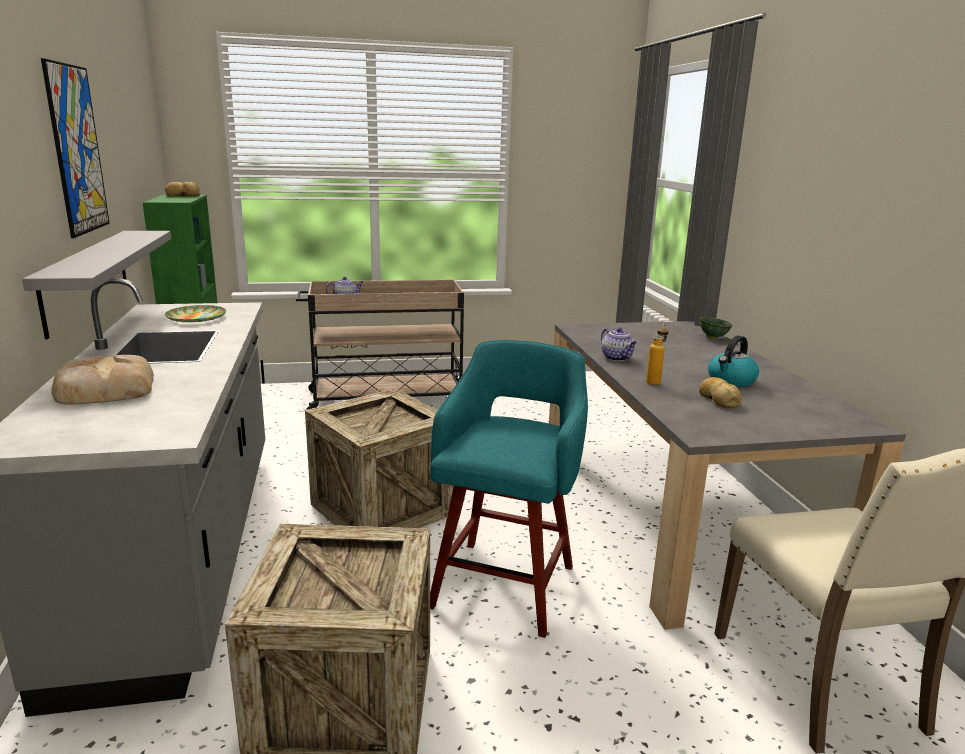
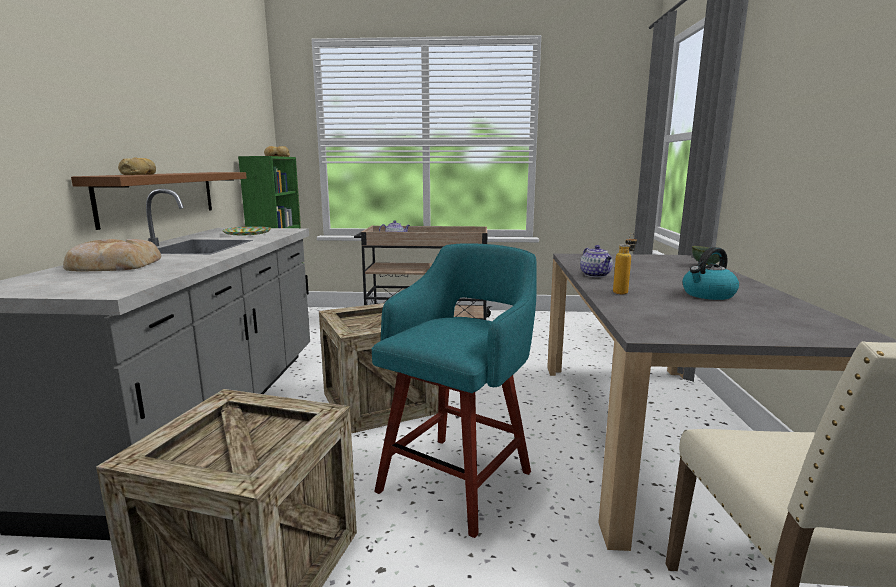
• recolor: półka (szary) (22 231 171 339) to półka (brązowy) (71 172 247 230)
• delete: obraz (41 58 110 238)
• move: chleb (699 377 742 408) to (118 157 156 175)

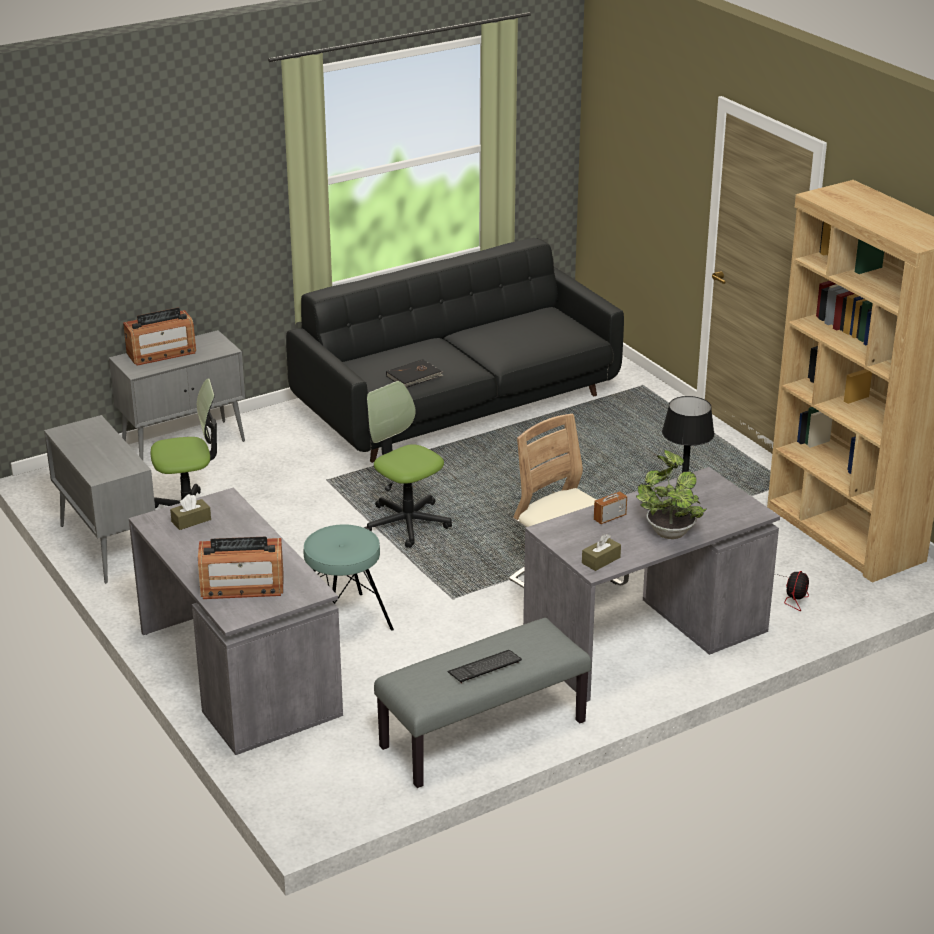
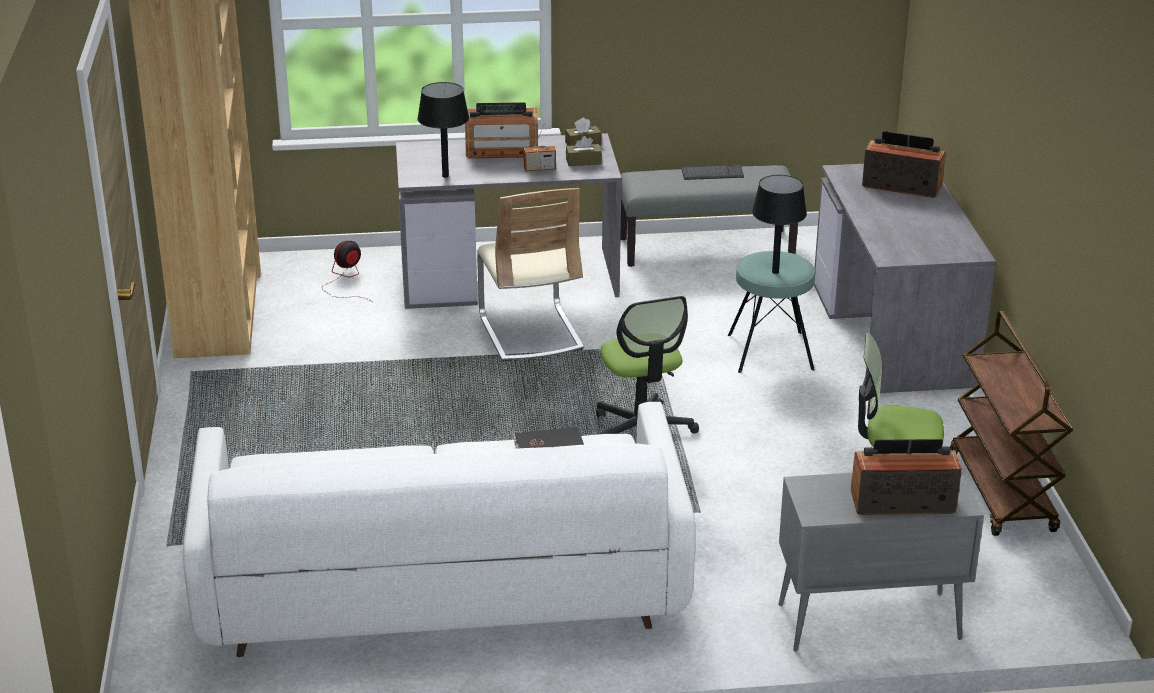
• replace: szafka (szary) (44 415 155 583) to wózek (brązowy) (950 311 1073 536)
• move: pudełko chusteczek (brązowy) (170 494 211 530) to (566 136 602 166)
• recolor: kanapa (czarny) (286 238 624 463) to kanapa (biały) (183 402 696 657)
• replace: roślina doniczkowa (636 450 707 539) to radio (465 102 538 158)
• insert: lampa stołowa (czarny) (752 175 807 274)

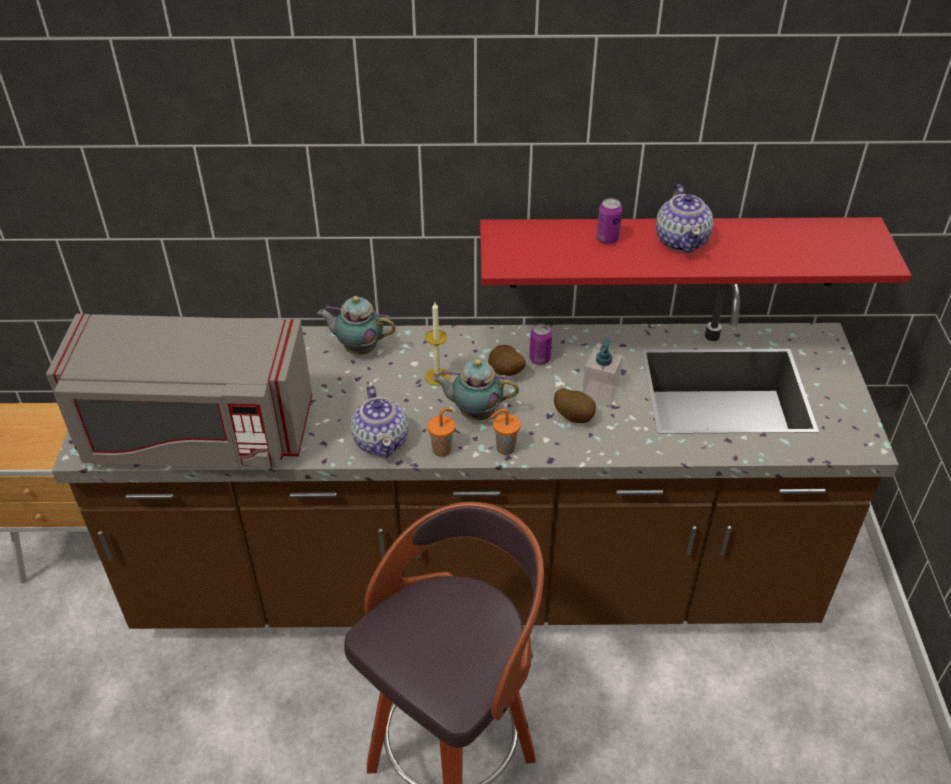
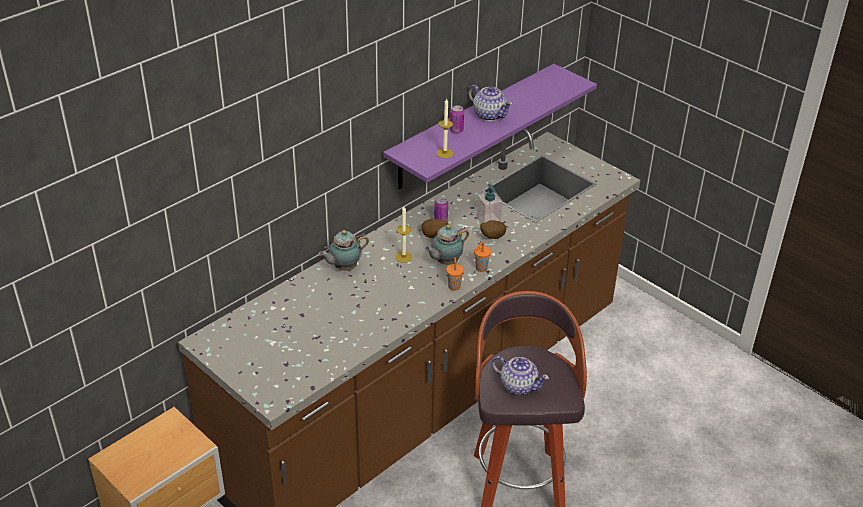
• delete: mikrofalówka (szary) (46 314 312 469)
• move: imbryk (351 385 408 458) to (492 356 549 395)
• recolor: półka (czerwony) (480 217 912 288) to półka (fioletowy) (383 64 597 189)
• insert: świeca (436 98 453 158)

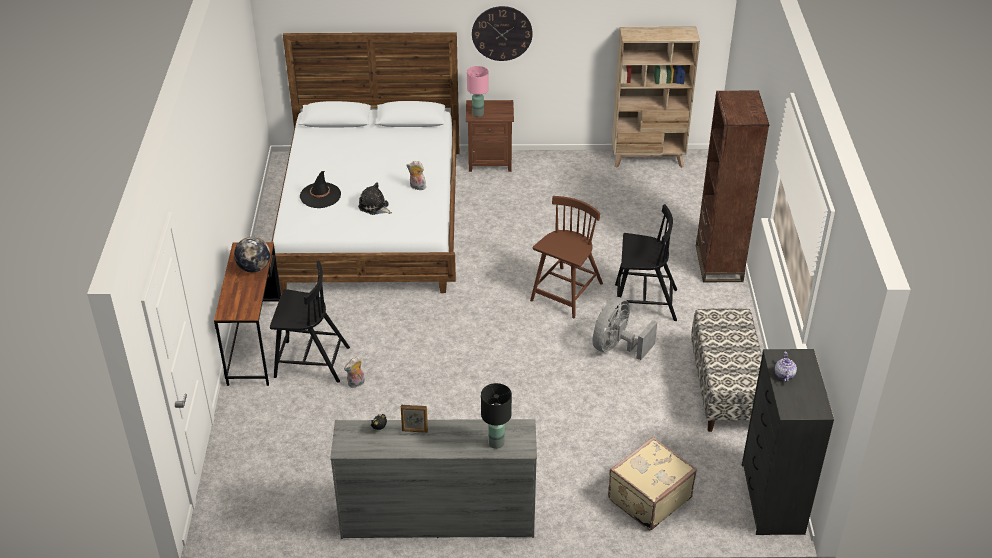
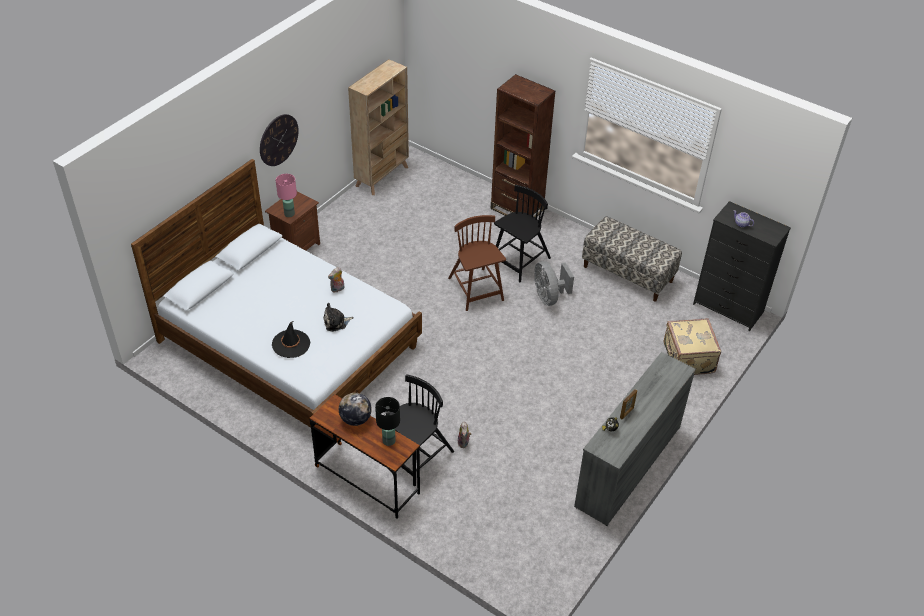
• move: lampa stołowa (czarny) (481 383 512 449) to (375 397 400 446)

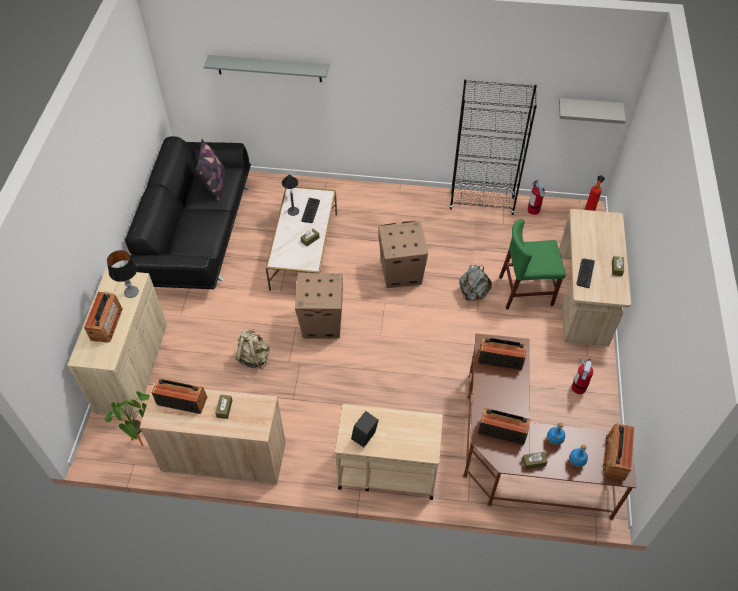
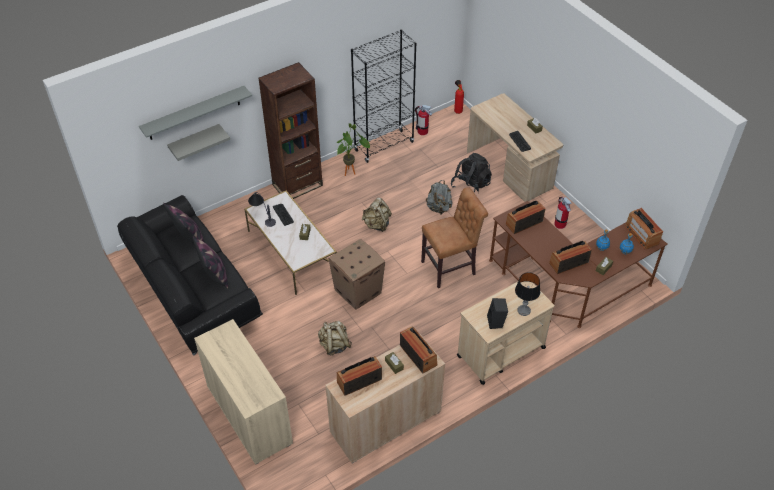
• move: radio (84 292 123 343) to (400 327 438 373)
• move: roślina doniczkowa (104 391 150 446) to (337 123 370 176)
• move: lampa stołowa (107 250 139 298) to (515 272 540 316)
• replace: karton (378 221 428 288) to plecak (beżowy) (362 198 392 232)
• replace: krzesło (zielony) (499 219 566 309) to plecak (czarny) (451 153 492 195)
• move: półka (szary) (559 98 625 124) to (167 124 230 161)
• insert: poduszka (193 236 228 289)
• insert: regał (brązowy) (258 62 323 199)
• insert: krzesło (brązowy) (421 187 488 288)

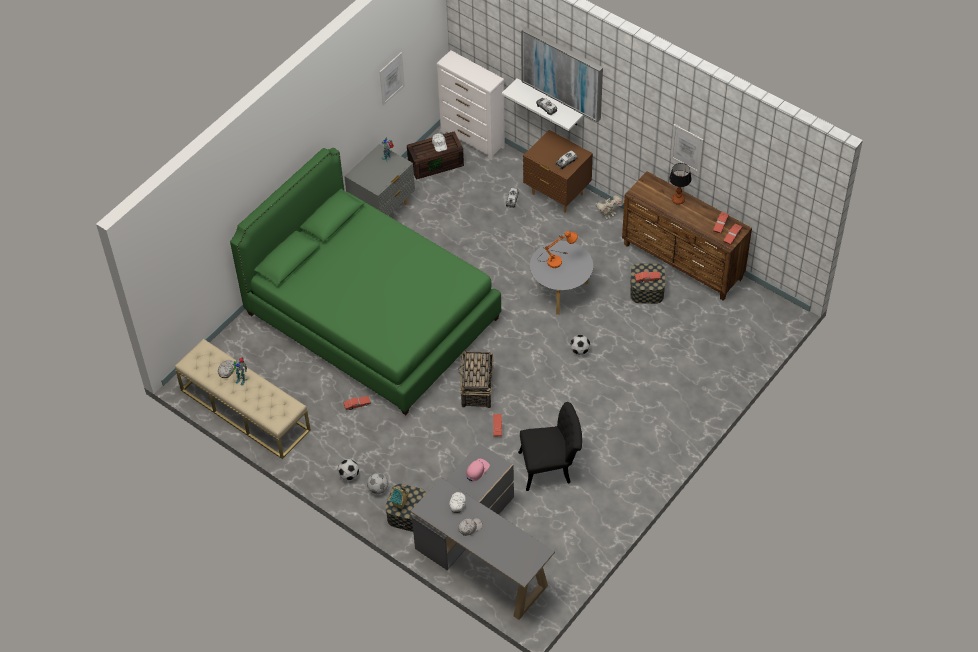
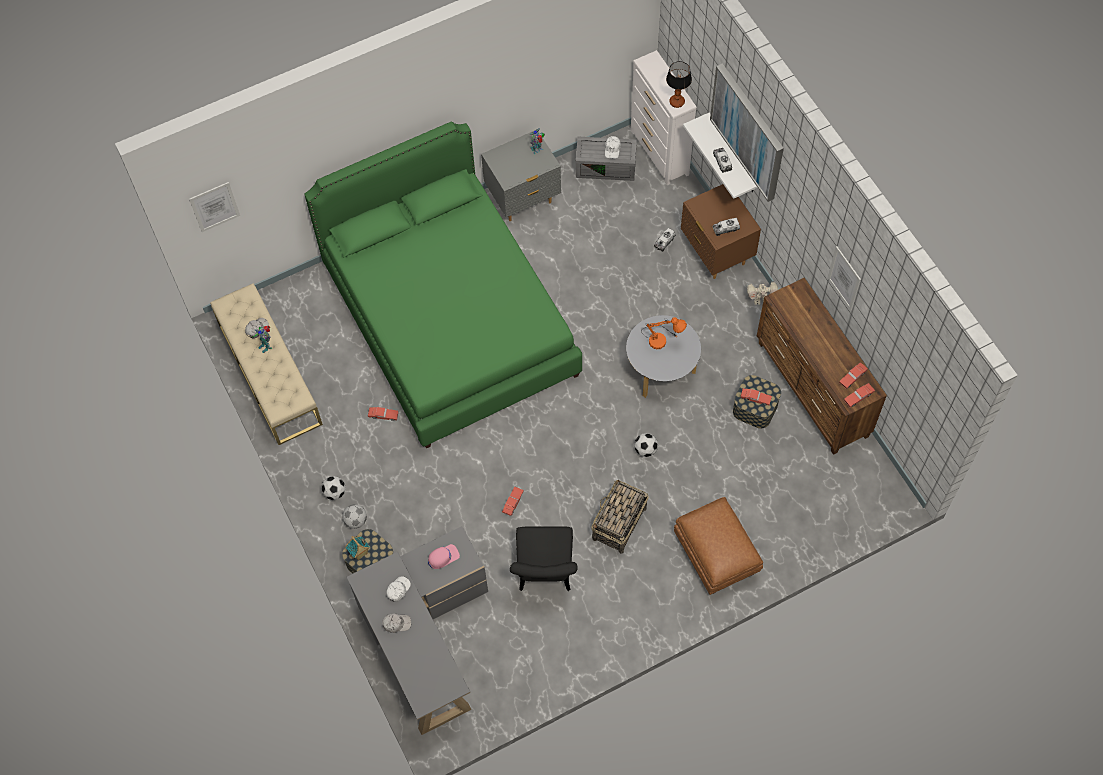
• move: obraz (380 52 405 106) to (189 182 240 232)
• recolor: pojemnik do przechowywania (brązowy) (407 131 464 180) to pojemnik do przechowywania (szary) (576 137 637 181)
• move: koszyk (458 350 494 408) to (591 480 649 554)
• rotate: krzesło (czarny) (518 402 582 491) = (510 526 578 591) 75 degrees clockwise
• move: lampa stołowa (669 163 691 205) to (666 61 692 108)
• insert: pufa (brązowy) (674 497 763 595)

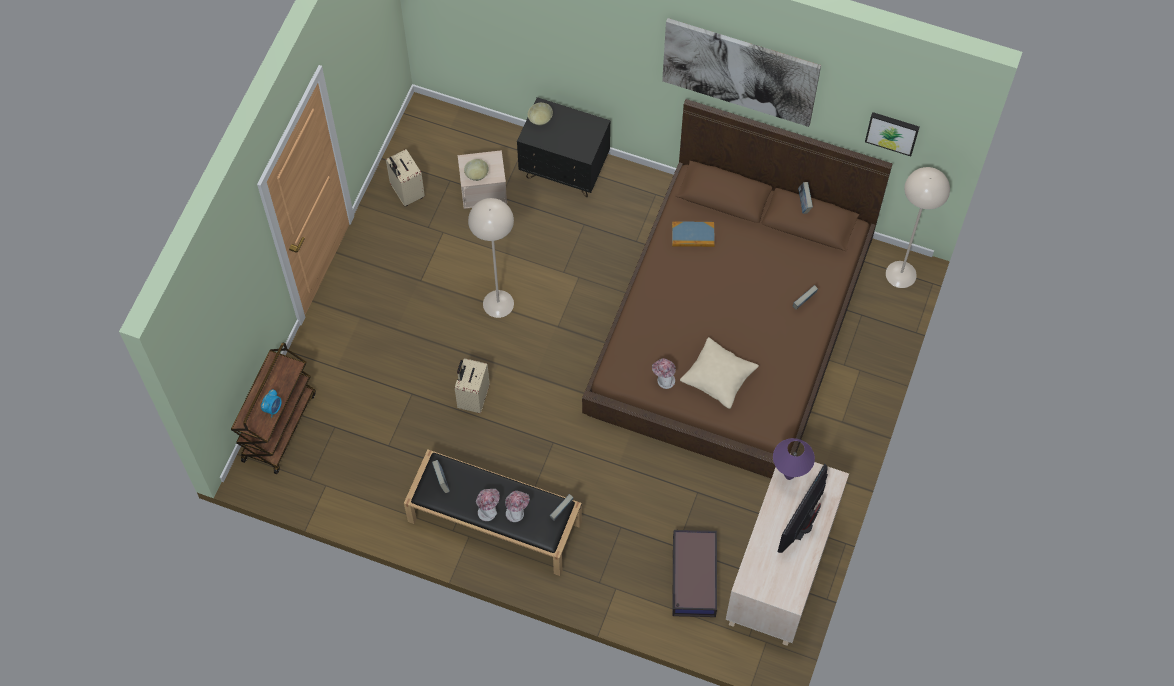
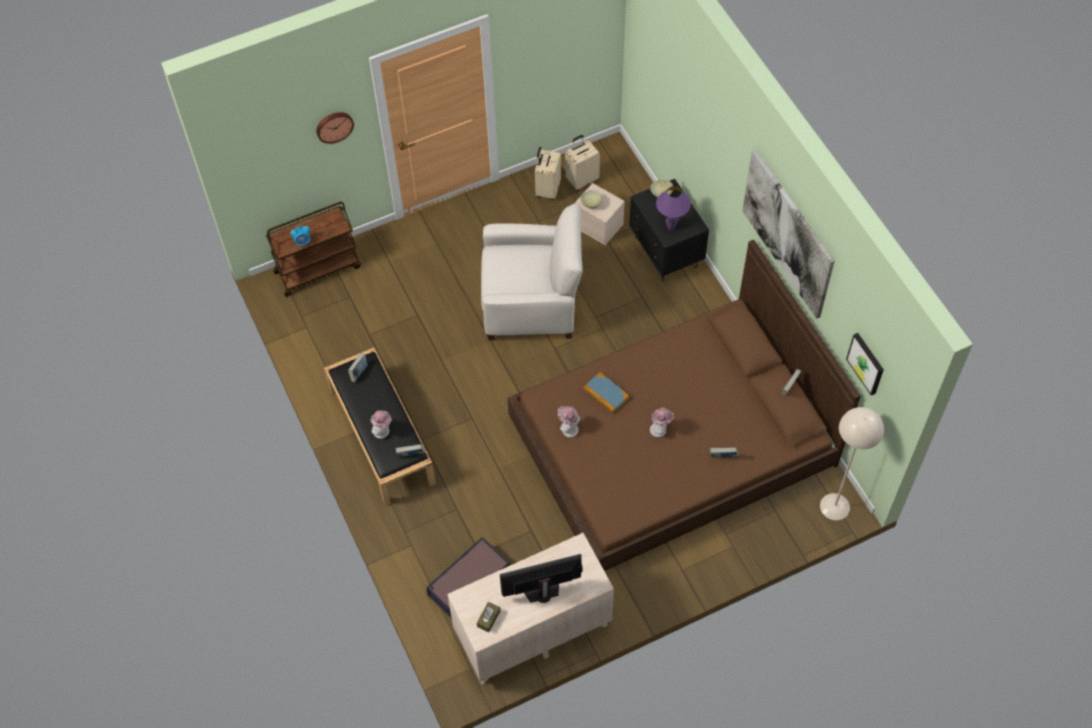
• move: walizka (beżowy) (455 358 490 413) to (565 135 600 191)
• replace: lampa stojąca (beżowy) (468 198 514 318) to fotel (biały) (481 204 583 340)
• move: kapelusz (476 489 500 521) to (650 408 674 437)
• move: książka (672 222 715 247) to (583 372 629 413)
• delete: poduszka (beżowy) (680 337 759 409)
• move: lampa stołowa (fioletowy) (773 438 815 480) to (656 186 691 230)
• insert: zegar ścienny (316 112 354 144)
• insert: pudełko chusteczek (brązowy) (477 602 500 632)

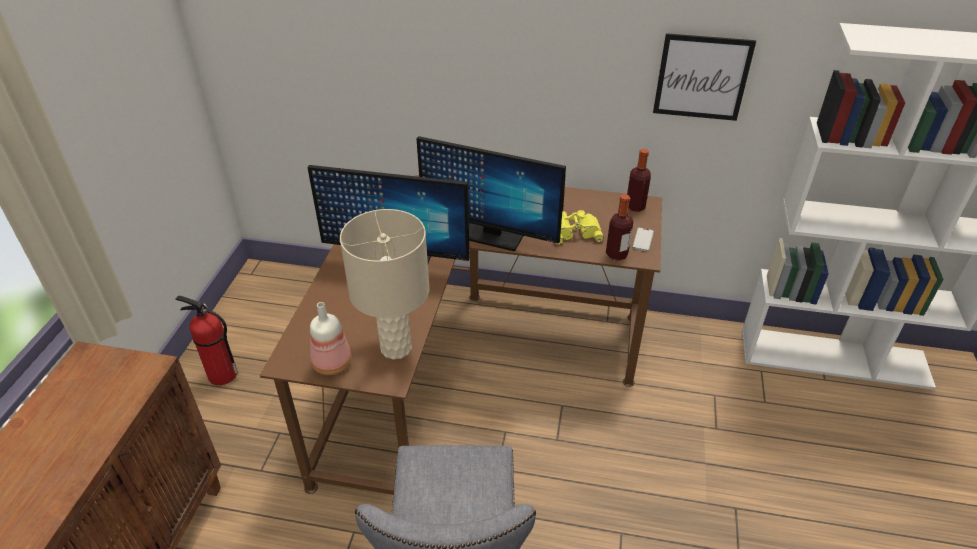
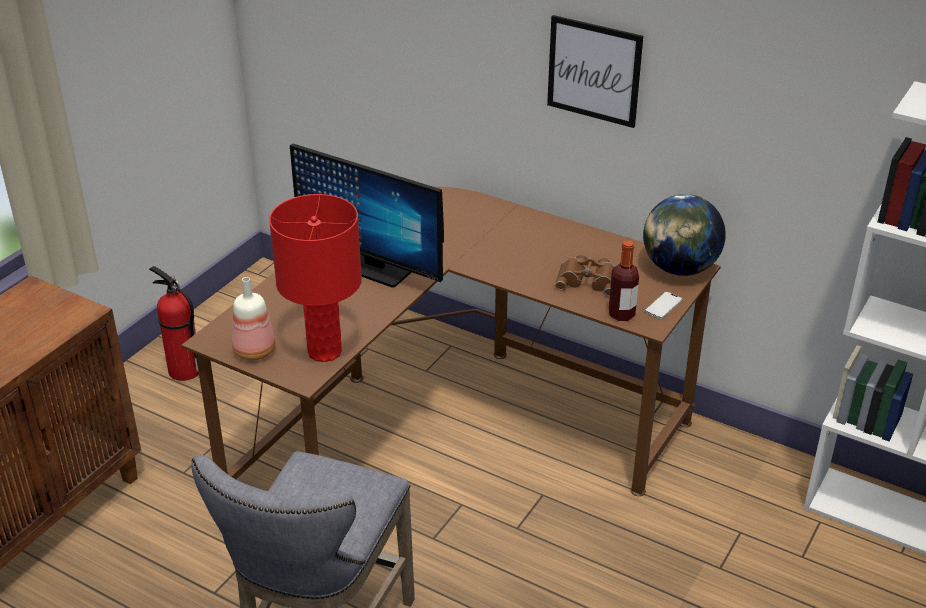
• recolor: lampa stołowa (beżowy) (340 209 430 360) to lampa stołowa (czerwony) (269 194 362 362)
• delete: monitor (416 136 566 251)
• recolor: lornetka (żółty) (555 210 604 245) to lornetka (brązowy) (555 255 615 297)
• replace: butelka (627 149 651 212) to globus (643 194 726 276)
• move: obraz (653 33 756 121) to (547 15 643 128)

